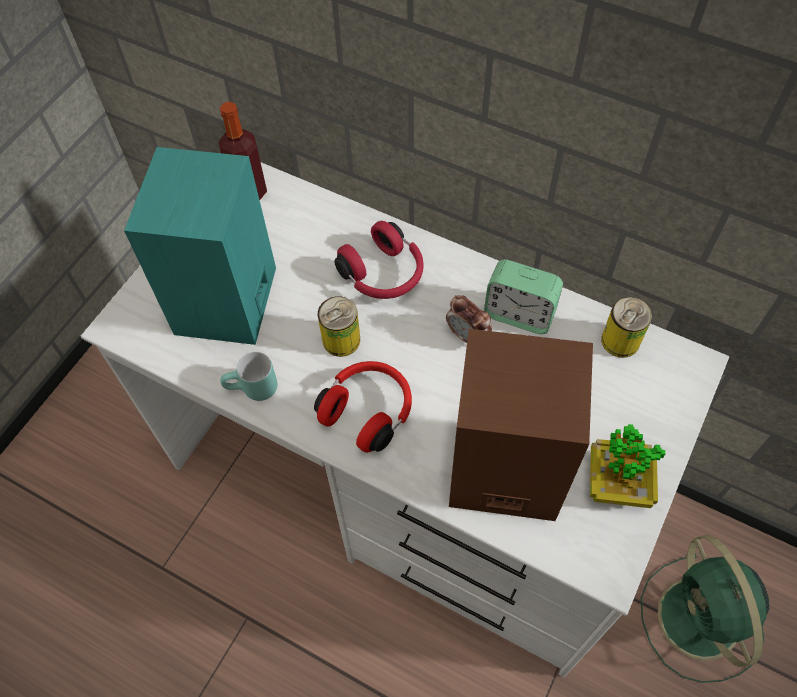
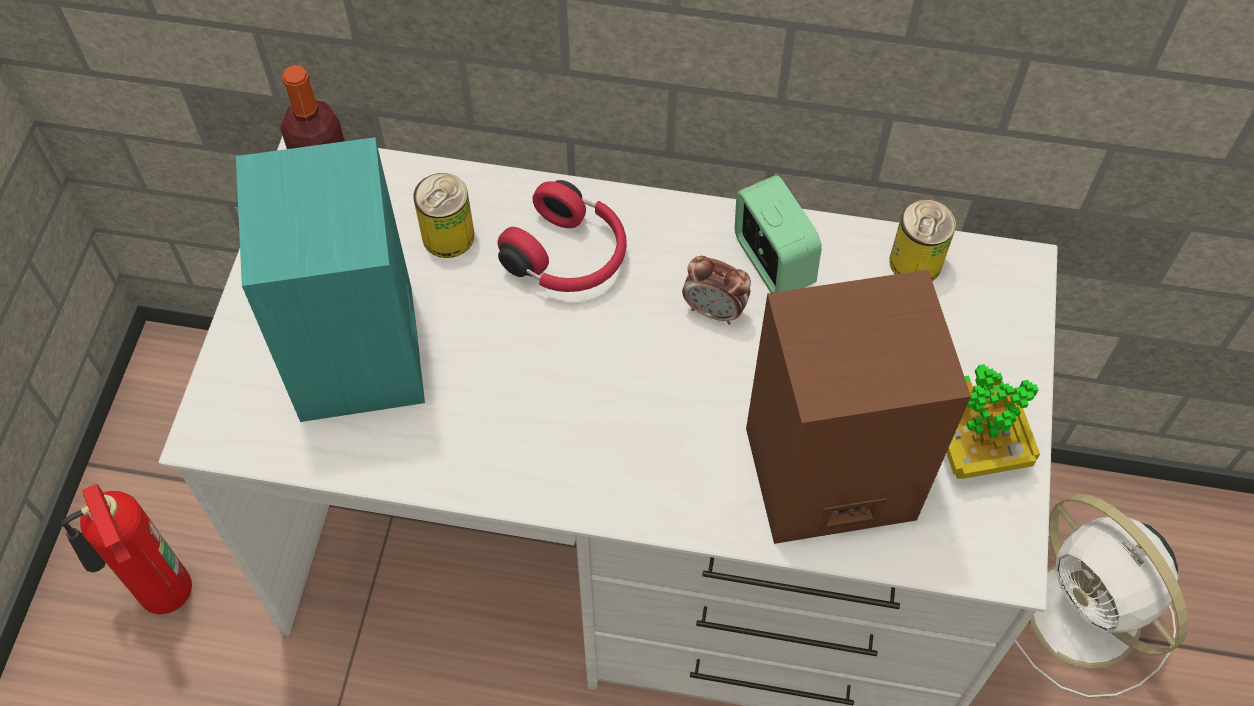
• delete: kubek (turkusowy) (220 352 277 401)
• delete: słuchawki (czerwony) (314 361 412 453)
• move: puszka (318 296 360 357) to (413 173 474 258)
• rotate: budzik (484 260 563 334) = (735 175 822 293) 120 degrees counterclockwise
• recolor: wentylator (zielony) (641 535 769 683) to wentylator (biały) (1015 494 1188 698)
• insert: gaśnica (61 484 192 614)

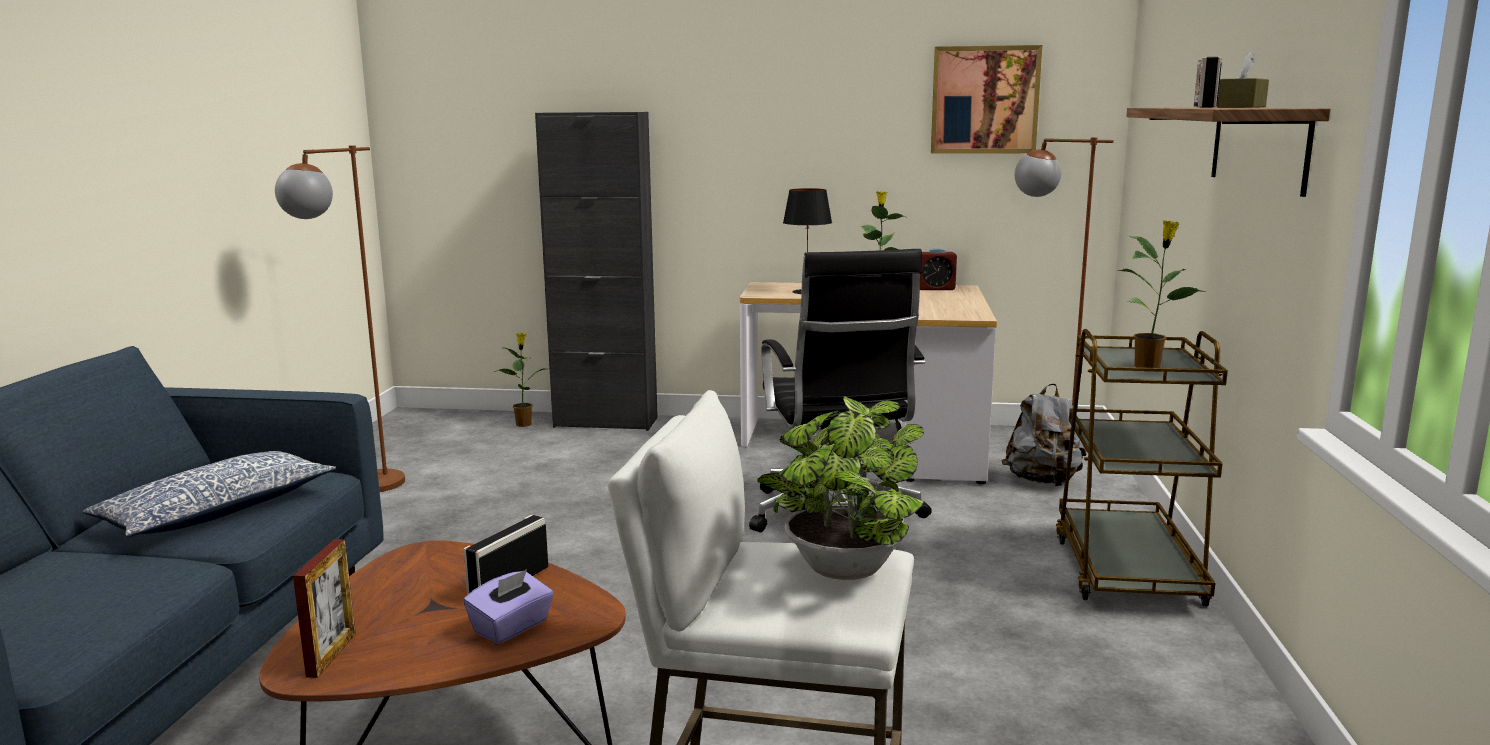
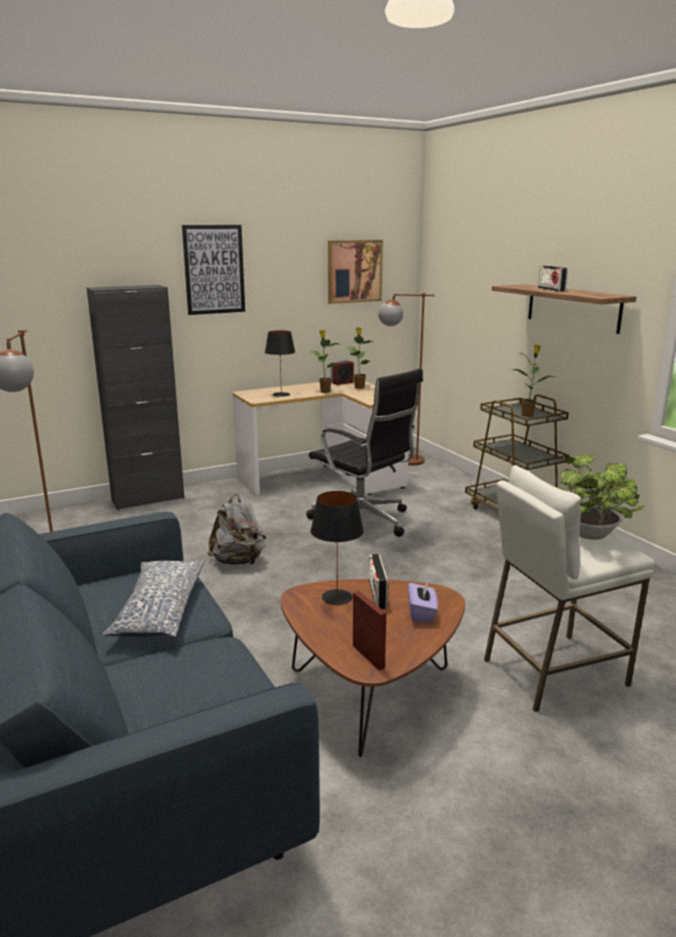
• move: roślina doniczkowa (494 333 545 427) to (346 327 375 389)
• move: plecak (szary) (1001 383 1086 486) to (208 494 266 565)
• delete: pudełko chusteczek (brązowy) (1217 51 1269 108)
• insert: obraz (182 225 245 315)
• insert: lampa stołowa (czarny) (310 491 364 605)

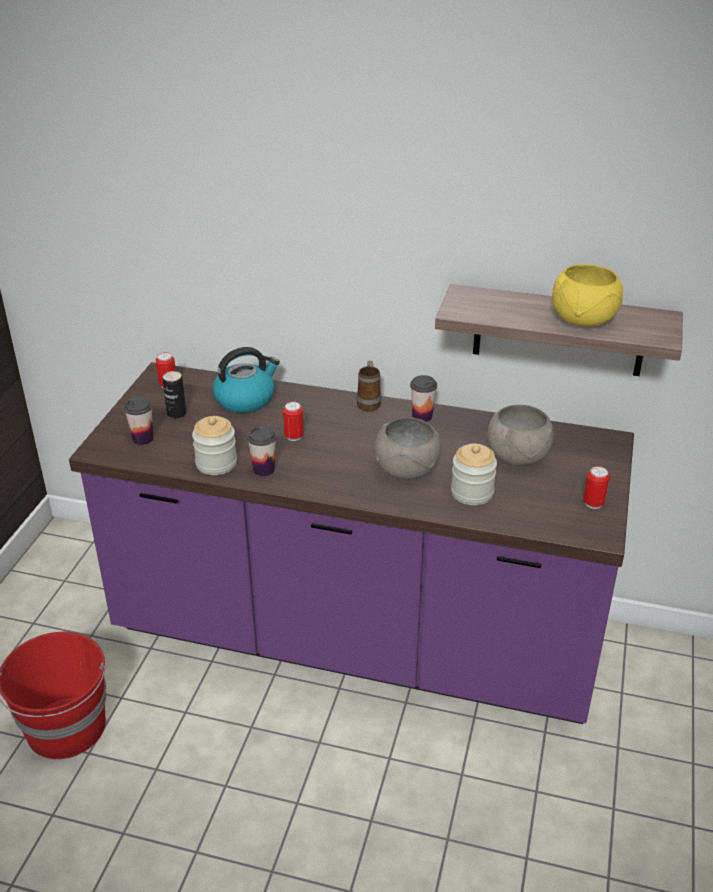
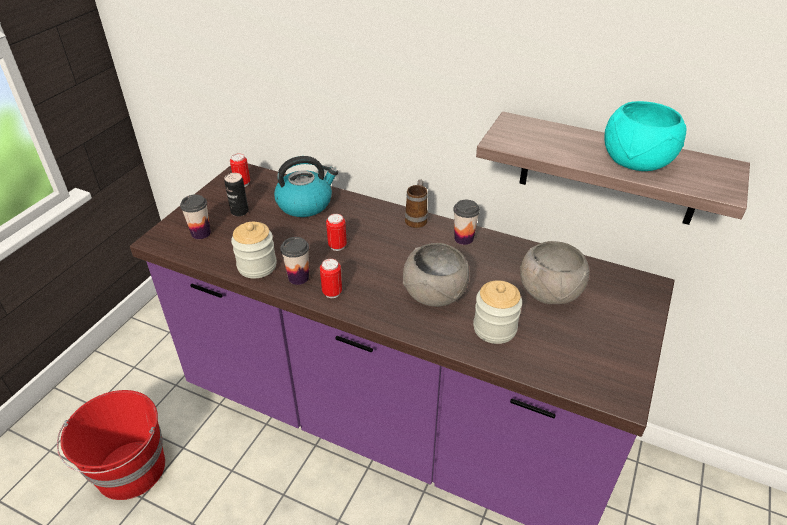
• recolor: miska (żółty) (552 264 623 327) to miska (turkusowy) (604 101 686 171)
• move: puszka (583 466 610 509) to (320 259 342 298)

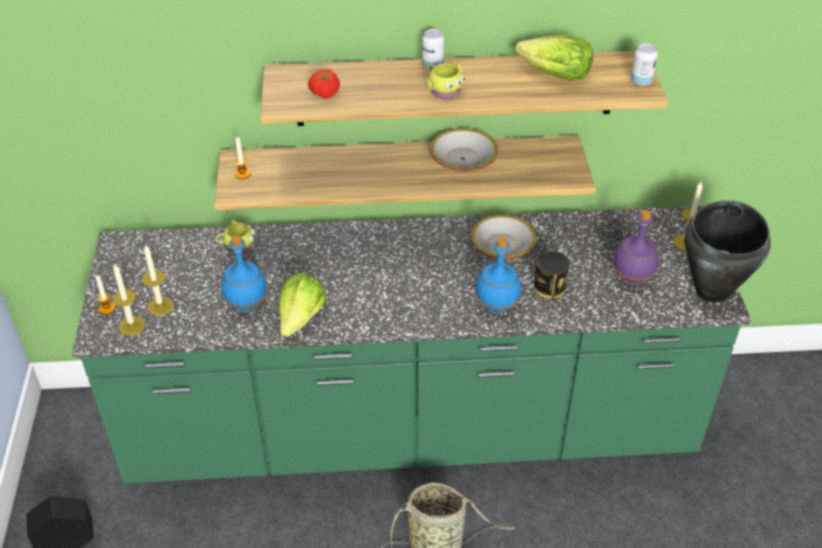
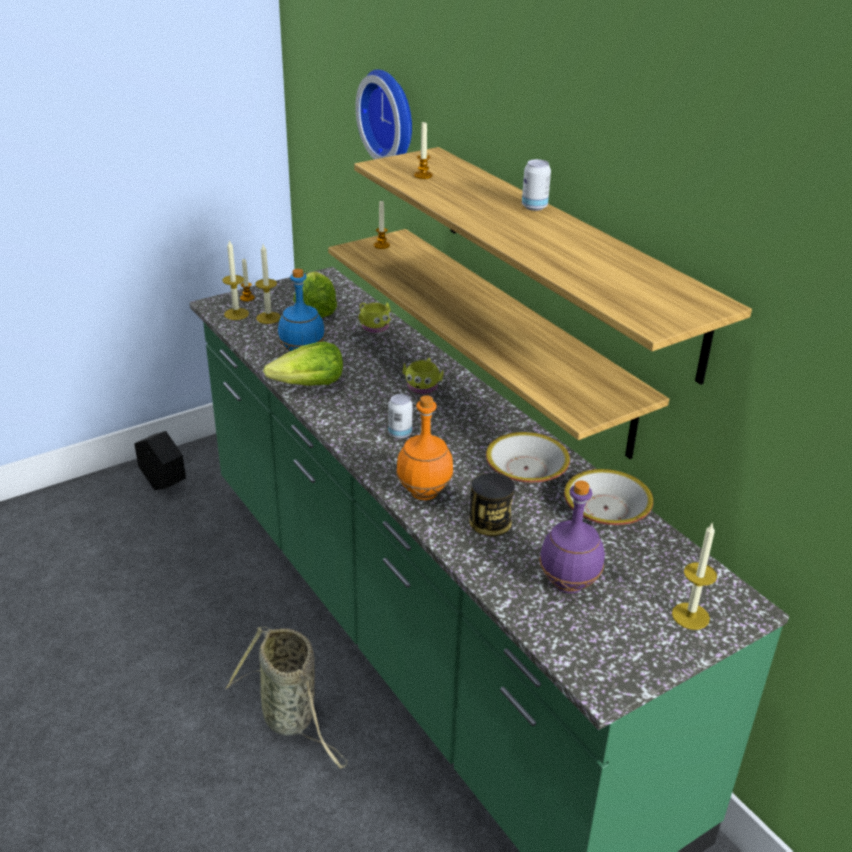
• replace: pomidor (308 69 340 98) to świeca (414 121 433 179)
• move: kubek (żółty) (427 63 465 99) to (402 358 443 394)
• move: miska (430 128 498 172) to (564 469 653 525)
• recolor: butelka (niebieski) (475 237 521 314) to butelka (pomarańczowy) (396 395 453 500)
• move: sałata (515 35 593 81) to (293 271 337 318)
• move: puszka (631 43 658 86) to (388 394 413 439)
• delete: garnek (czarny) (684 200 771 303)
• insert: zegar ścienny (355 69 412 159)

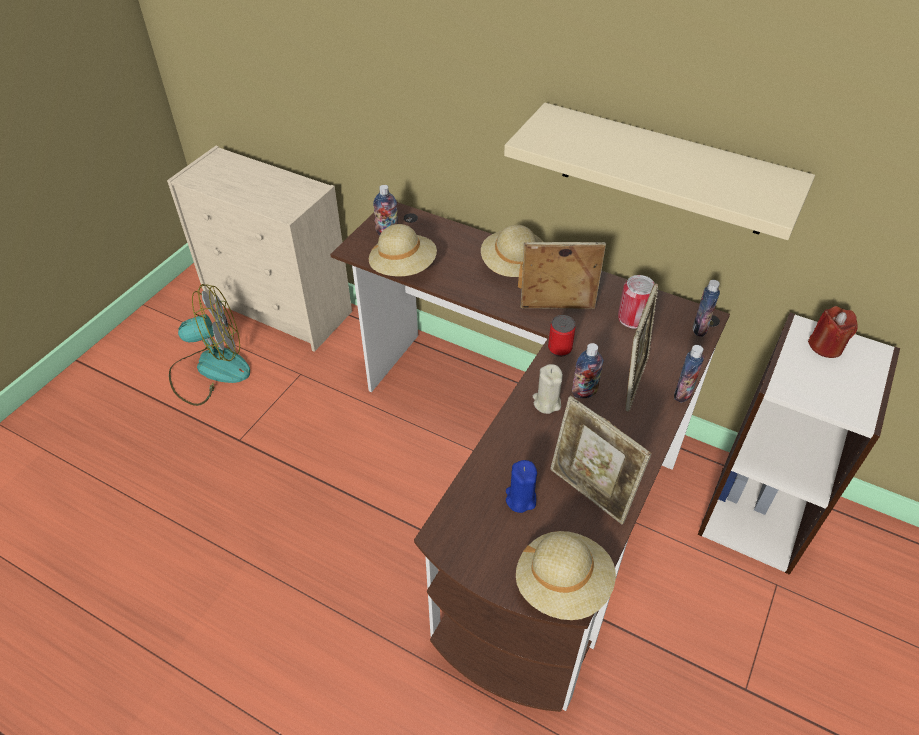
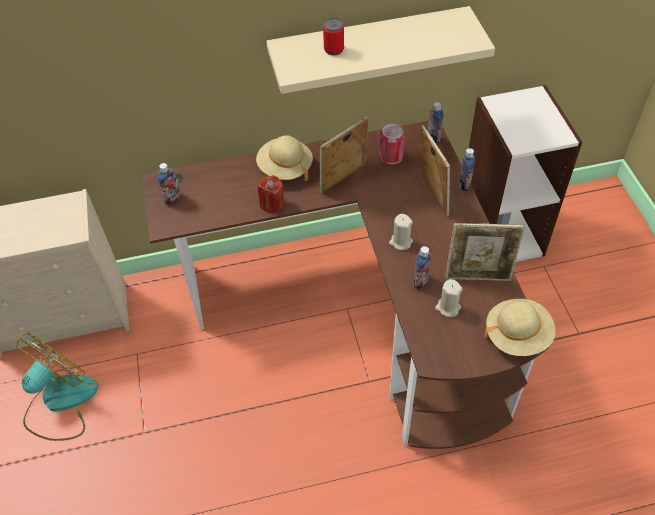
• delete: kapelusz (beżowy) (369 224 437 277)
• recolor: świeca (niebieski) (506 460 537 513) to świeca (beżowy) (435 279 463 317)
• move: puszka (548 315 576 357) to (323 18 344 55)
• move: butelka (572 343 604 398) to (414 246 432 289)
• move: świeca (czerwony) (808 306 857 358) to (258 175 284 213)

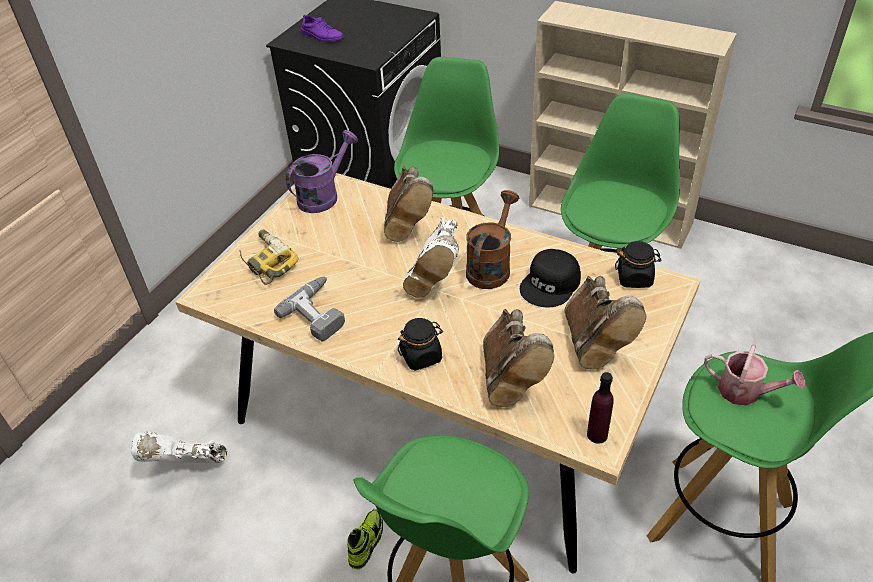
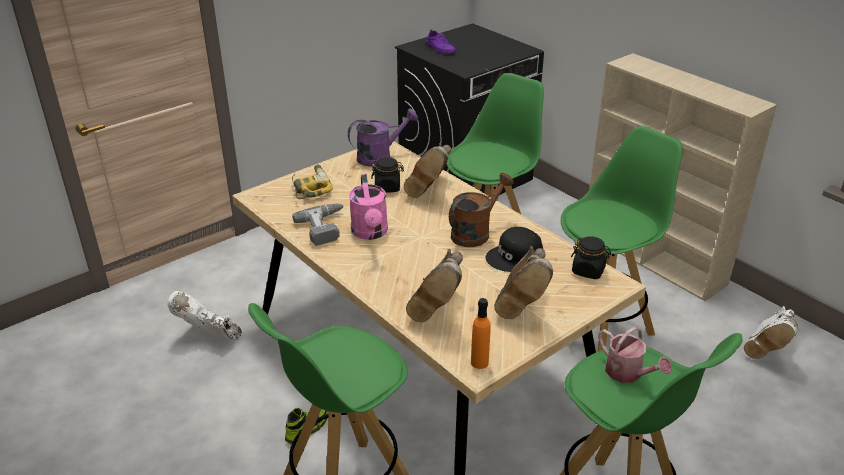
• move: słoik (czarny) (398 318 443 371) to (371 157 404 193)
• move: but z cholewką (biały) (403 217 459 298) to (744 306 798 359)
• recolor: butelka (fioletowy) (587 372 614 444) to butelka (pomarańczowy) (471 298 491 369)
• insert: konewka (różowy) (349 174 388 240)

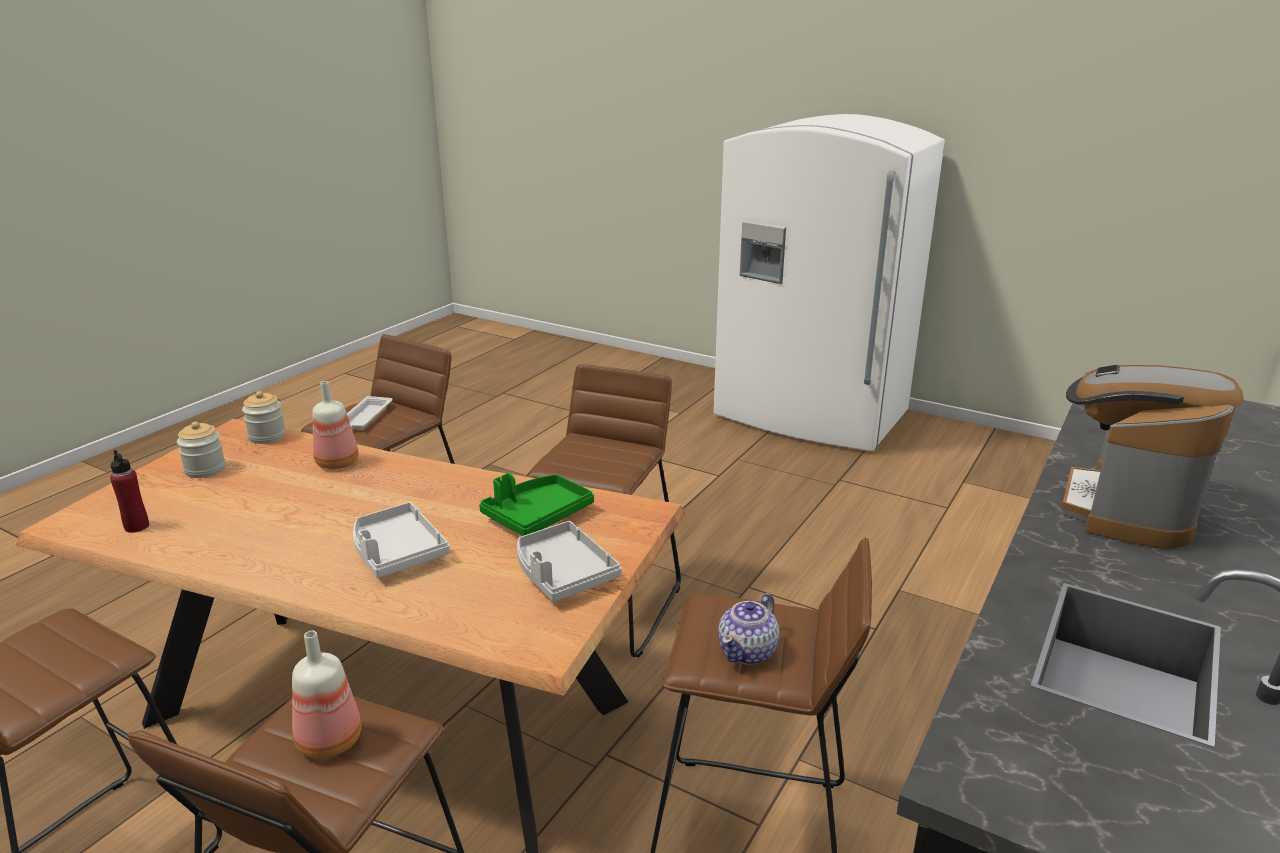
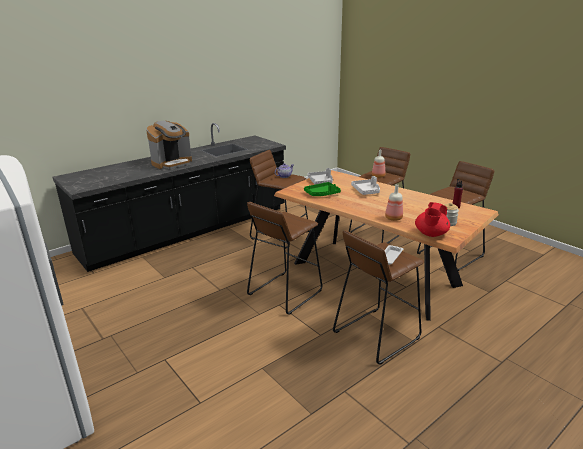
• replace: słoik (242 391 286 444) to imbryk (czerwony) (415 202 450 237)

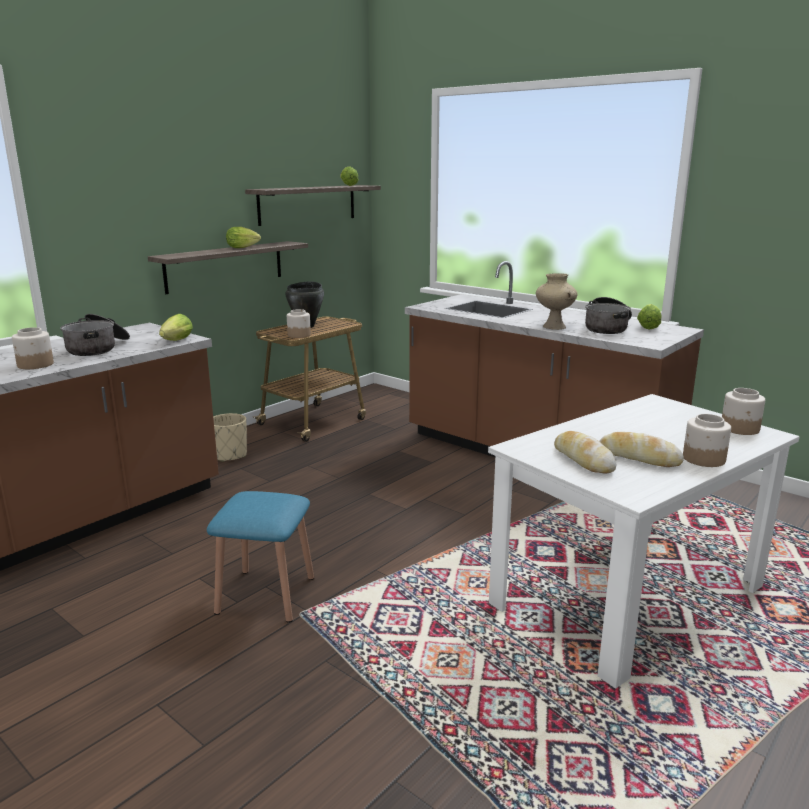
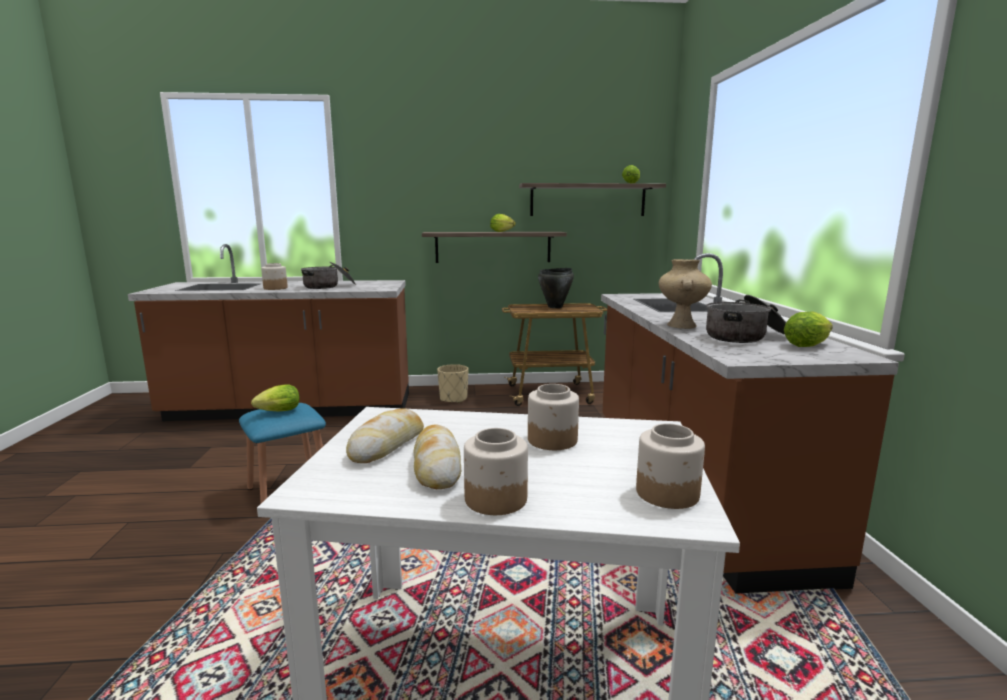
• move: sałata (159 314 193 341) to (251 384 299 412)
• move: słoik (287 309 311 338) to (528 384 579 450)

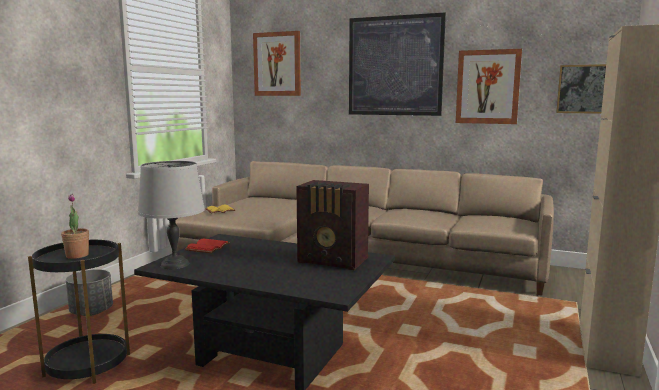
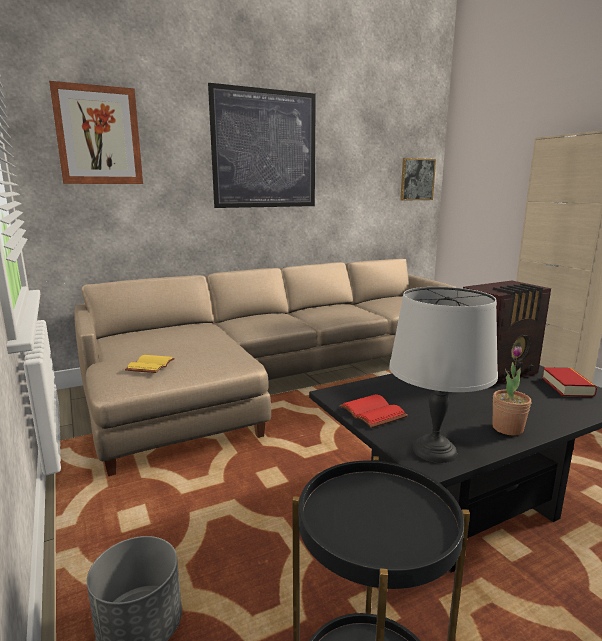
• move: roślina doniczkowa (61 194 89 259) to (492 346 531 436)
• delete: obraz (456 49 522 124)
• insert: książka (542 367 597 397)

